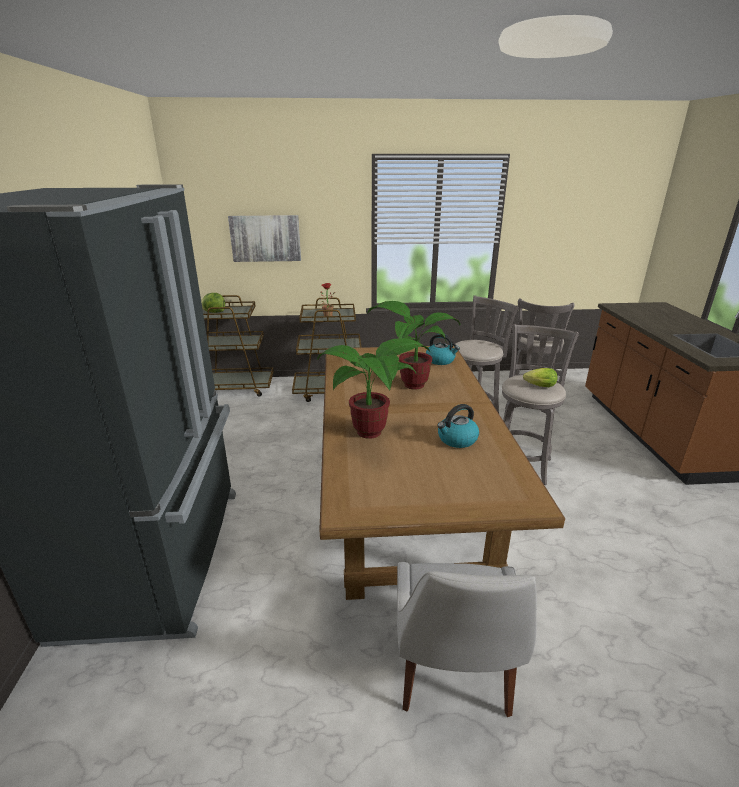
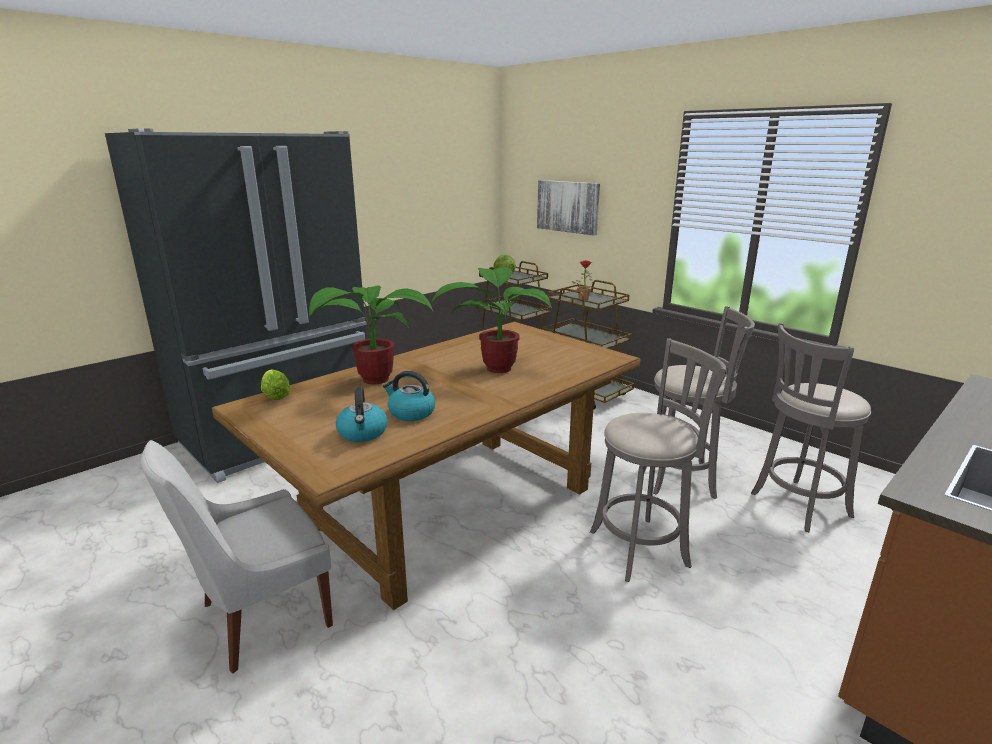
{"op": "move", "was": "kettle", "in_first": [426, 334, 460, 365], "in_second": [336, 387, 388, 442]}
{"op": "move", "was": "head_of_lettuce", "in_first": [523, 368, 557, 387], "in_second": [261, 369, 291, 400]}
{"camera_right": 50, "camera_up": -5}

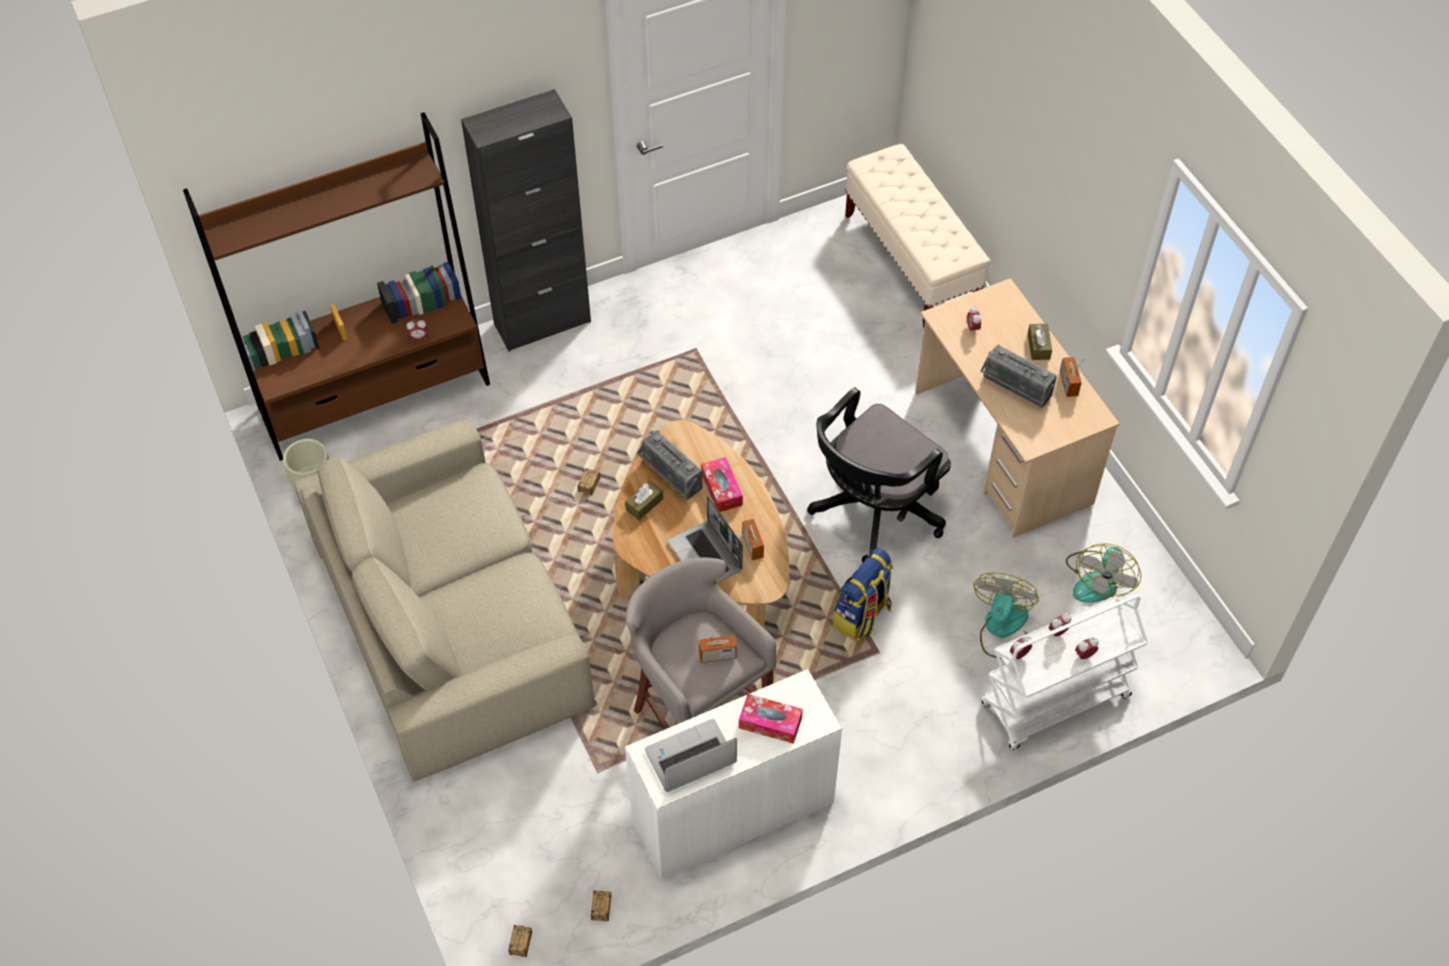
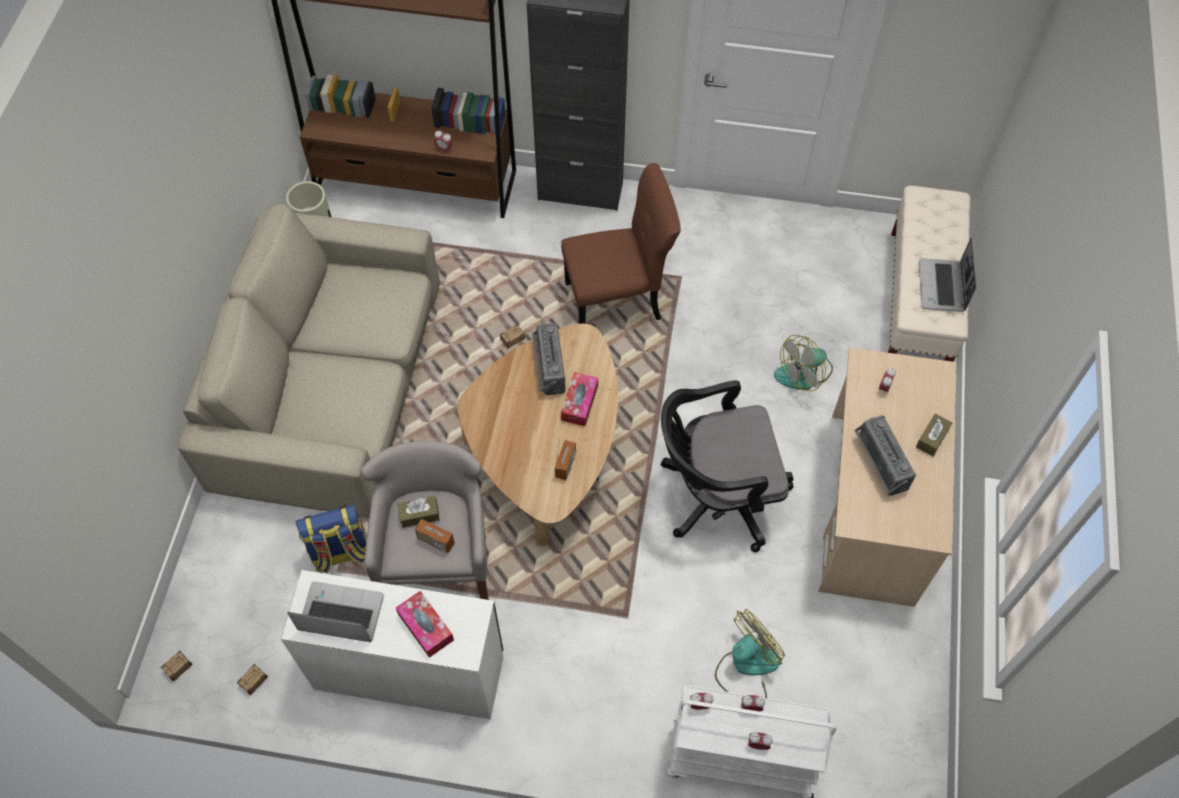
{"op": "delete", "was": "radio_receiver", "in_first": [1060, 357, 1085, 397]}
{"op": "move", "was": "brown-coloured_tissue_box", "in_first": [625, 480, 663, 520], "in_second": [398, 496, 440, 528]}
{"op": "move", "was": "notebook_computer", "in_first": [668, 496, 743, 583], "in_second": [919, 237, 976, 312]}
{"op": "move", "was": "cooling_fan", "in_first": [1066, 544, 1141, 603], "in_second": [774, 335, 833, 391]}
{"op": "move", "was": "rucksack", "in_first": [832, 548, 894, 642], "in_second": [296, 504, 367, 574]}
{"op": "insert", "now": "brown-coloured_plain_chair", "in_second": [561, 163, 681, 324]}
{"camera_right": 35, "camera_up": 5}

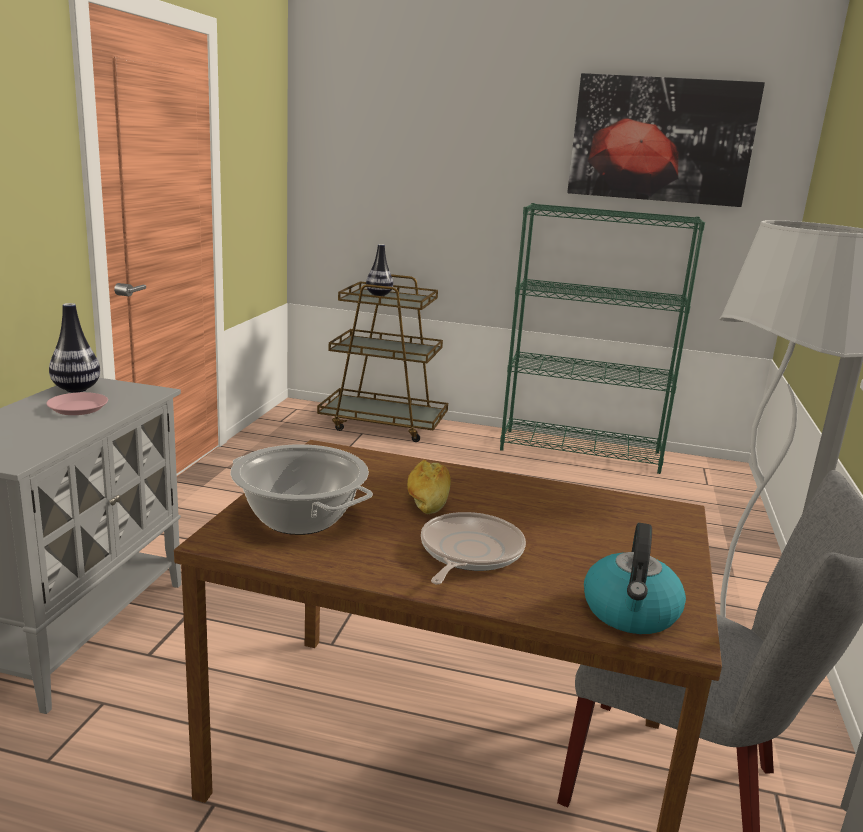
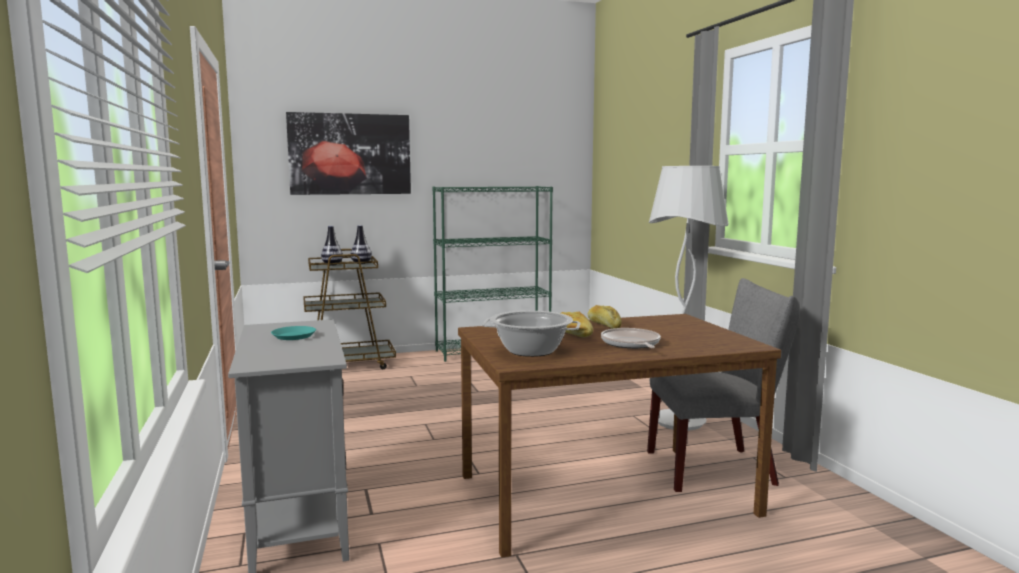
{"op": "move", "was": "wall_art", "in_first": [567, 73, 765, 207], "in_second": [286, 112, 411, 195]}
{"op": "move", "was": "vase", "in_first": [49, 303, 100, 393], "in_second": [351, 225, 372, 264]}
{"op": "recolor", "was": "pink_dinner_plate", "now": "turquoise_dinner_plate", "in_first": [46, 392, 108, 415], "in_second": [271, 326, 316, 340]}
{"op": "delete", "was": "kettle", "in_first": [584, 523, 686, 634]}
{"op": "insert", "now": "baked_bread", "in_second": [588, 305, 622, 329]}
{"camera_right": -30, "camera_up": -10}

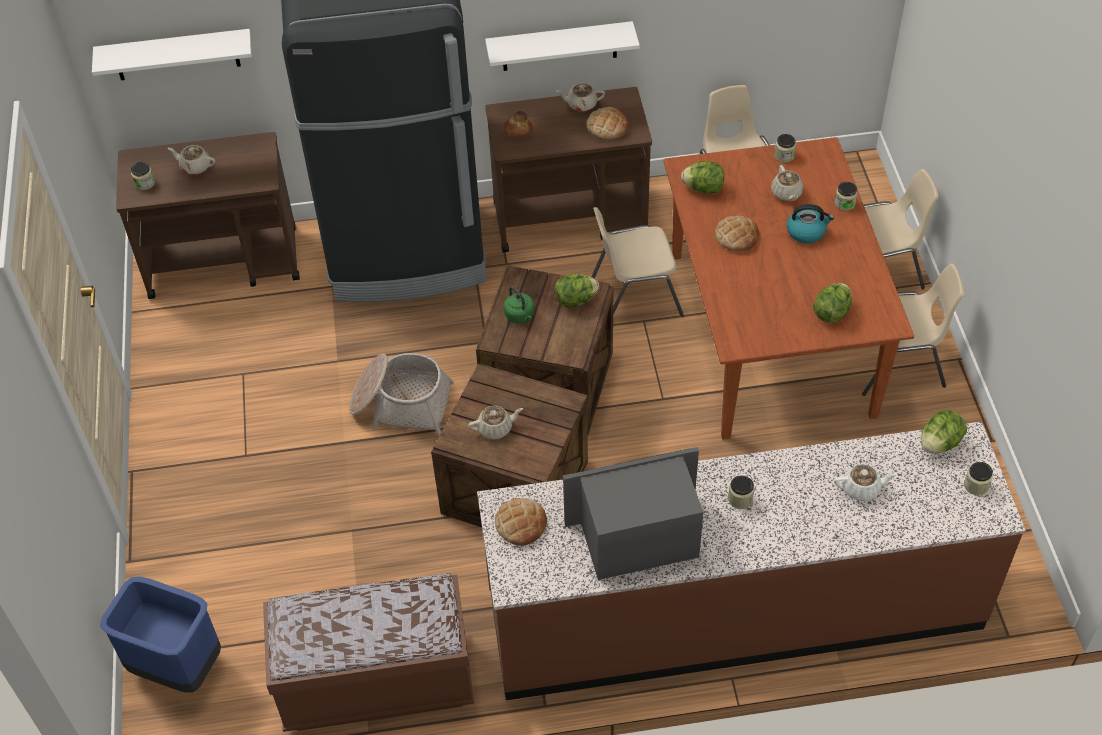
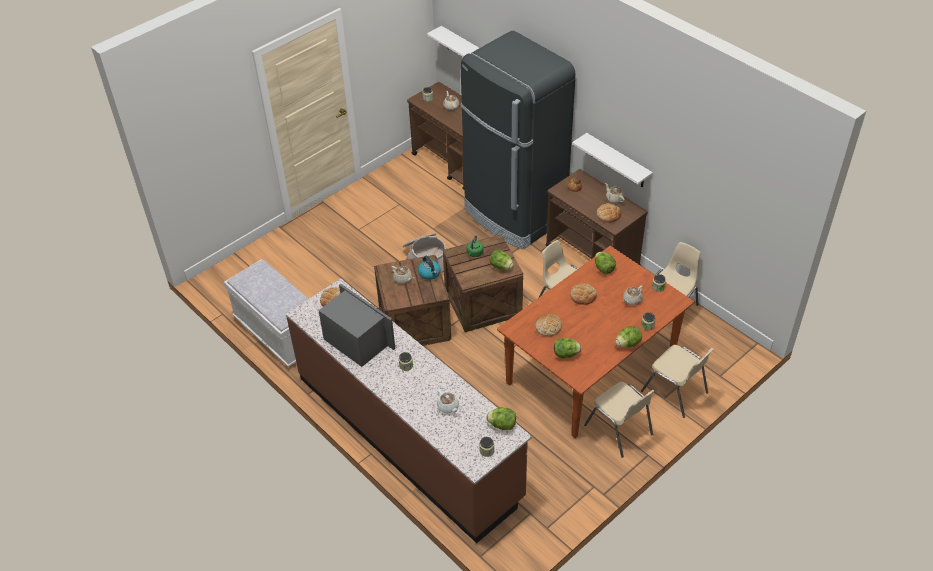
{"op": "move", "was": "kettle", "in_first": [787, 204, 834, 244], "in_second": [418, 256, 440, 280]}
{"op": "recolor", "was": "brown-coloured_long_seat", "now": "white_long_seat", "in_first": [263, 573, 474, 732], "in_second": [224, 259, 308, 367]}
{"op": "delete", "was": "blue-coloured_waste_bin", "in_first": [100, 577, 221, 693]}
{"op": "insert", "now": "baked_bread", "in_second": [535, 313, 562, 336]}
{"op": "insert", "now": "head_of_lettuce", "in_second": [615, 326, 642, 348]}
{"camera_right": 55, "camera_up": -5}

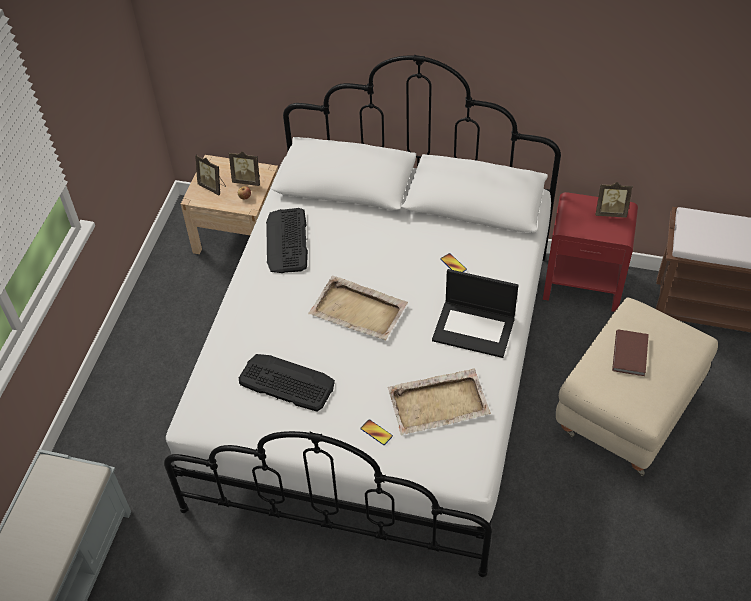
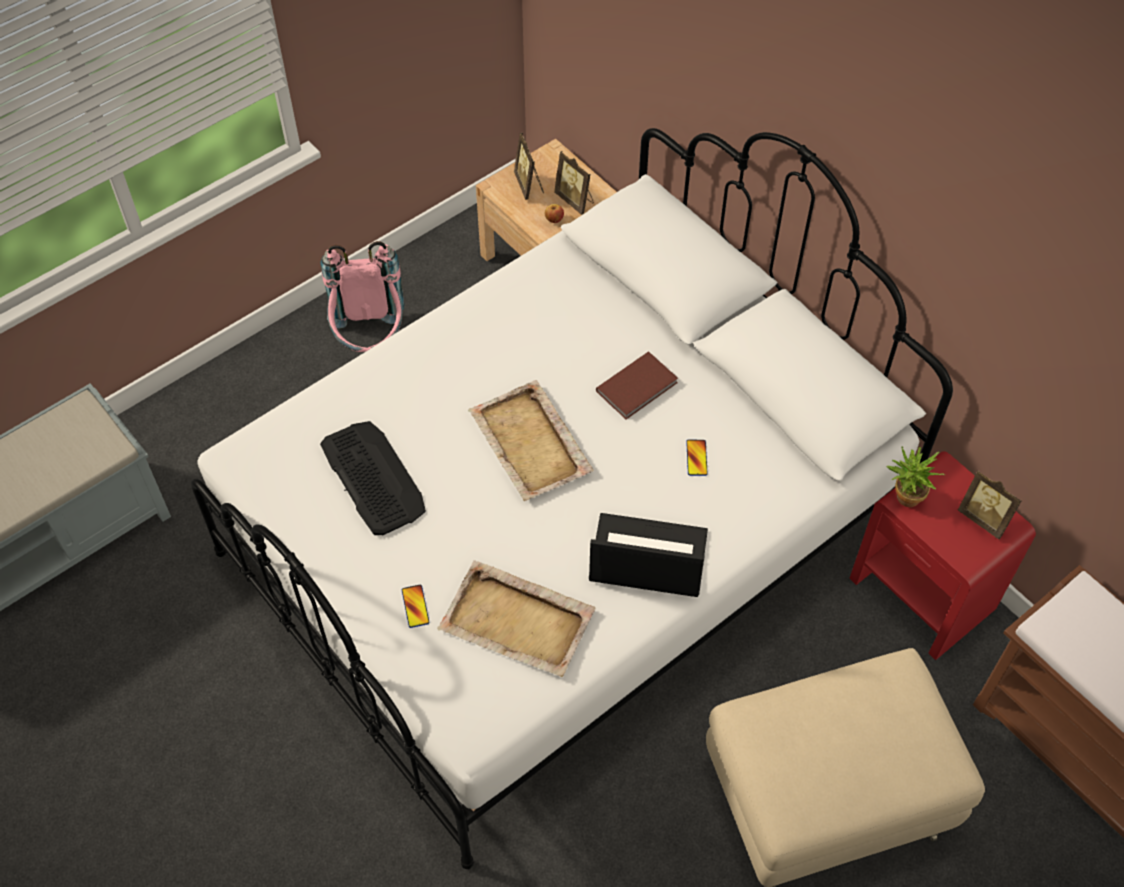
{"op": "delete", "was": "keyboard", "in_first": [266, 208, 308, 273]}
{"op": "rotate", "was": "notebook_computer", "in_first": [432, 269, 518, 358], "in_second": [589, 513, 708, 597], "clockwise": 135}
{"op": "move", "was": "brown-coloured_volume", "in_first": [612, 329, 649, 376], "in_second": [596, 352, 678, 420]}
{"op": "insert", "now": "pink_rucksack", "in_second": [320, 241, 405, 352]}
{"op": "insert", "now": "houseplant", "in_second": [886, 446, 945, 507]}
{"camera_right": 35, "camera_up": 5}

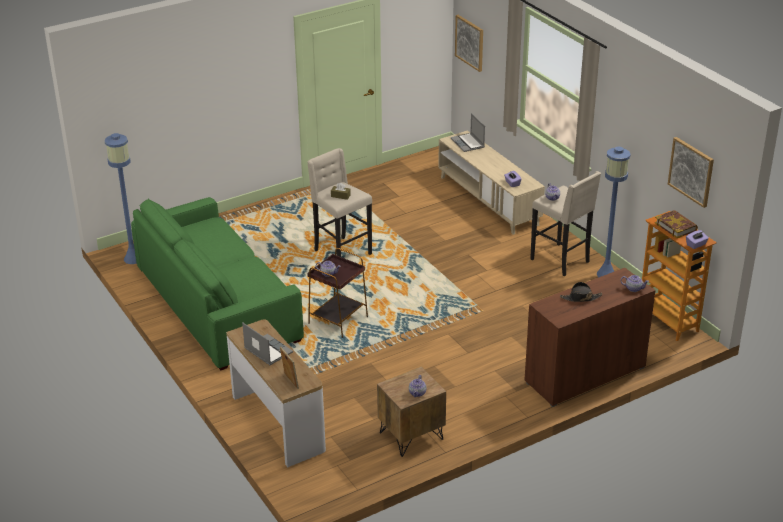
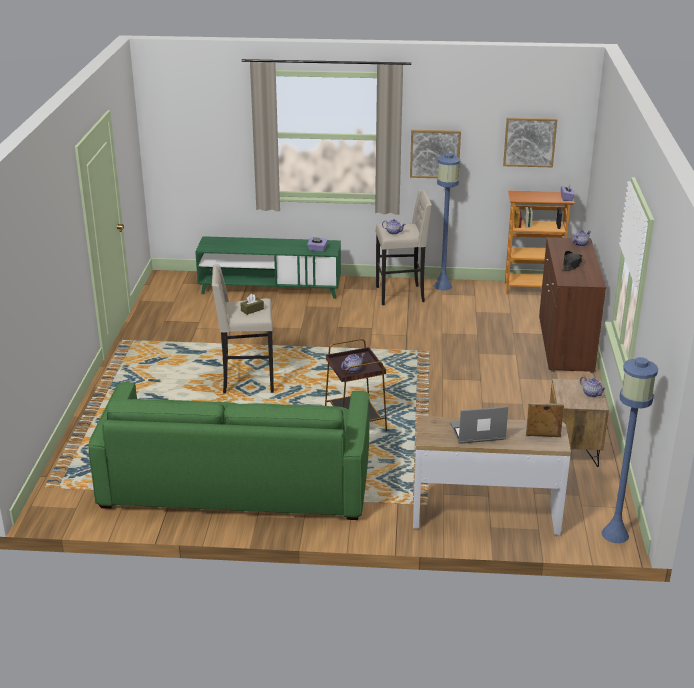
{"op": "move", "was": "wall_art", "in_first": [455, 15, 483, 72], "in_second": [410, 130, 461, 178]}
{"op": "delete", "was": "notebook_computer", "in_first": [451, 113, 485, 152]}
{"op": "recolor", "was": "beige_tv_stand", "now": "greenish_tv_stand", "in_first": [438, 130, 545, 235], "in_second": [195, 236, 341, 299]}
{"op": "move", "was": "blue-coloured_standard_lamp", "in_first": [105, 133, 137, 264], "in_second": [602, 357, 658, 543]}
{"op": "delete", "was": "volume", "in_first": [655, 210, 698, 238]}
{"camera_right": -55, "camera_up": -5}

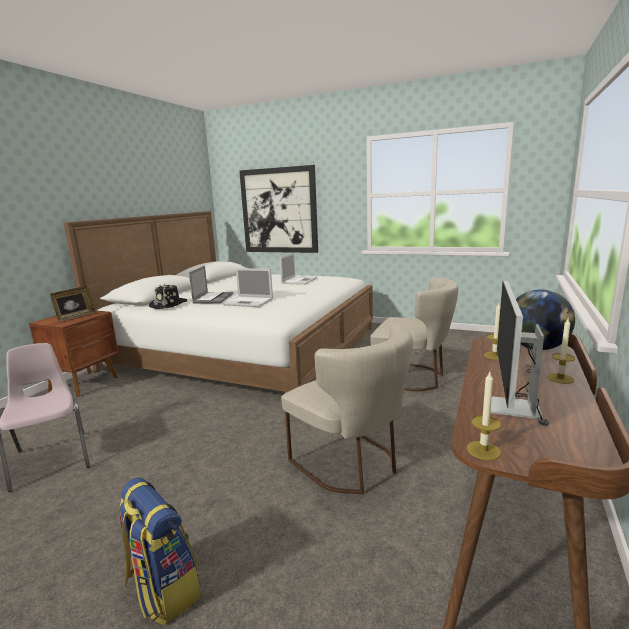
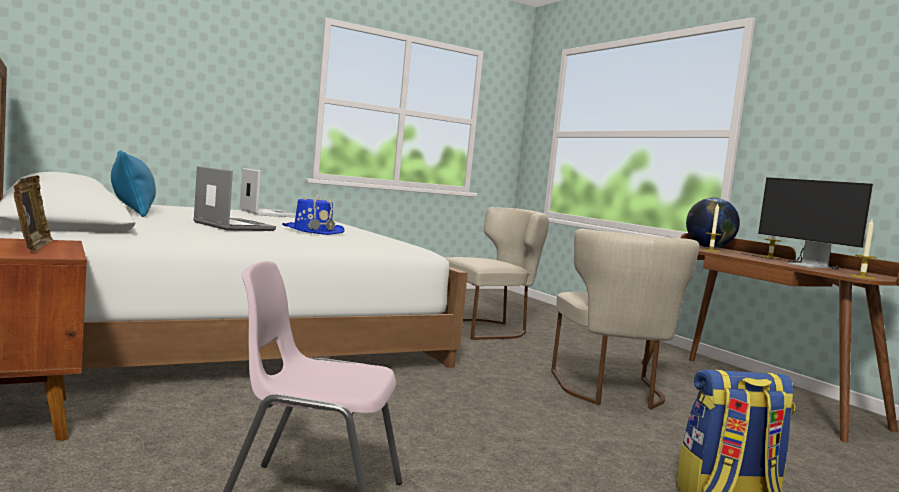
{"op": "delete", "was": "wall_art", "in_first": [239, 165, 318, 253]}
{"op": "replace", "was": "notebook_computer", "now": "blue-coloured_hat", "in_first": [223, 268, 273, 307], "in_second": [282, 195, 344, 235]}
{"op": "delete", "was": "blackish_hat", "in_first": [149, 283, 187, 309]}
{"op": "rotate", "was": "beige_plain_chair", "in_first": [281, 325, 413, 494], "in_second": [551, 229, 700, 409], "clockwise": 90}
{"op": "insert", "now": "blue-coloured_throw_pillow", "in_second": [111, 150, 156, 217]}
{"camera_right": -55, "camera_up": -10}

